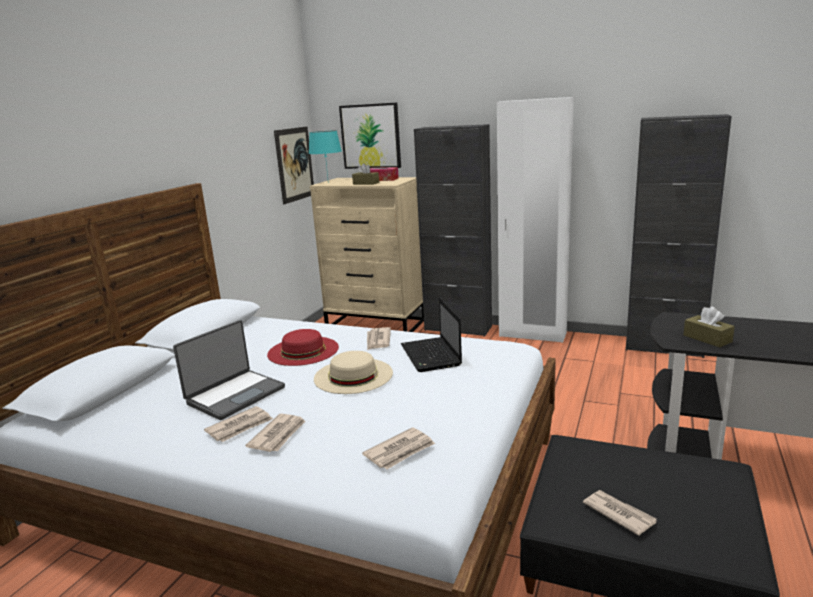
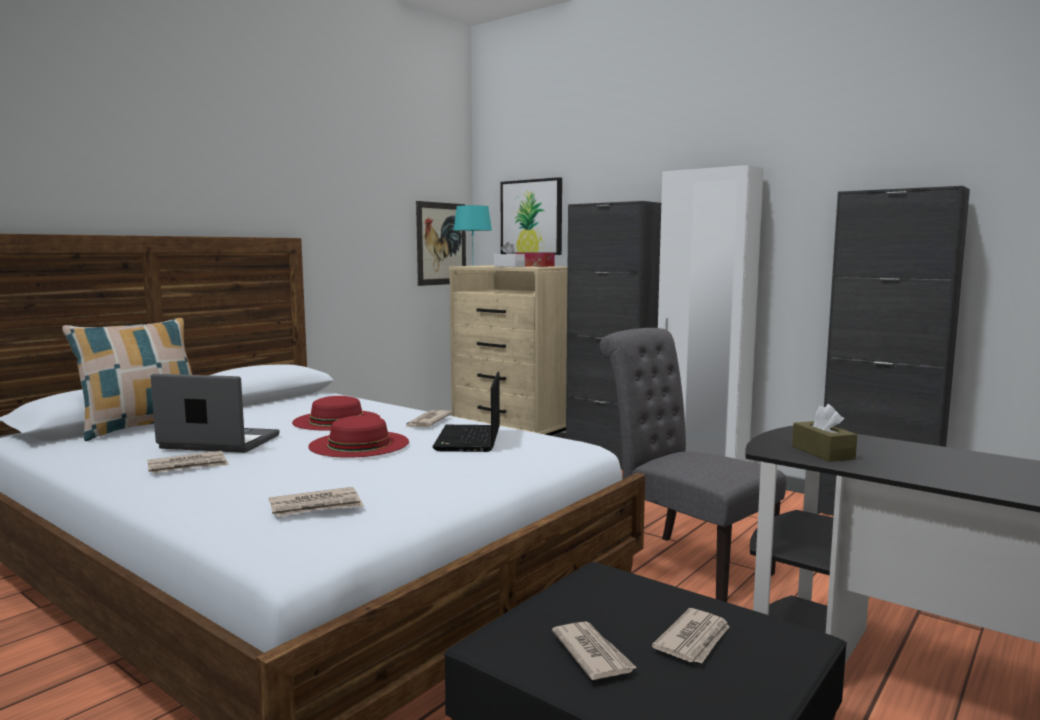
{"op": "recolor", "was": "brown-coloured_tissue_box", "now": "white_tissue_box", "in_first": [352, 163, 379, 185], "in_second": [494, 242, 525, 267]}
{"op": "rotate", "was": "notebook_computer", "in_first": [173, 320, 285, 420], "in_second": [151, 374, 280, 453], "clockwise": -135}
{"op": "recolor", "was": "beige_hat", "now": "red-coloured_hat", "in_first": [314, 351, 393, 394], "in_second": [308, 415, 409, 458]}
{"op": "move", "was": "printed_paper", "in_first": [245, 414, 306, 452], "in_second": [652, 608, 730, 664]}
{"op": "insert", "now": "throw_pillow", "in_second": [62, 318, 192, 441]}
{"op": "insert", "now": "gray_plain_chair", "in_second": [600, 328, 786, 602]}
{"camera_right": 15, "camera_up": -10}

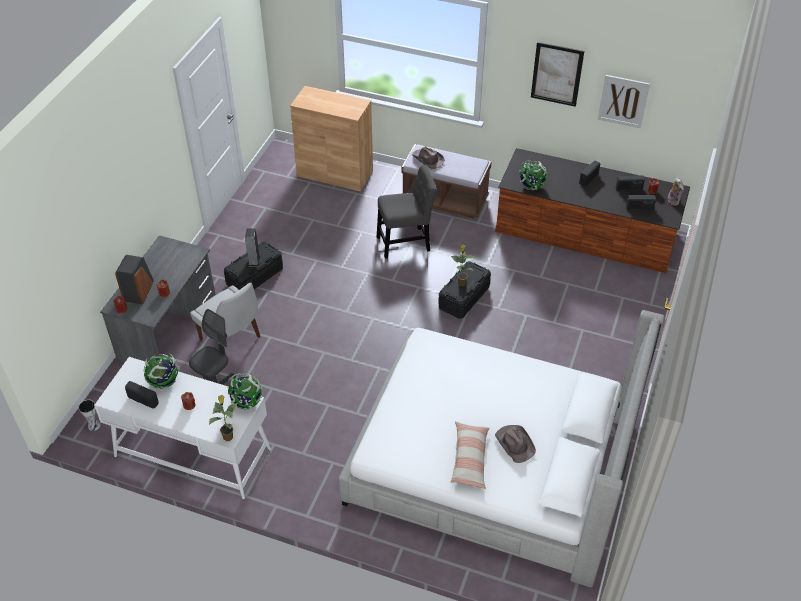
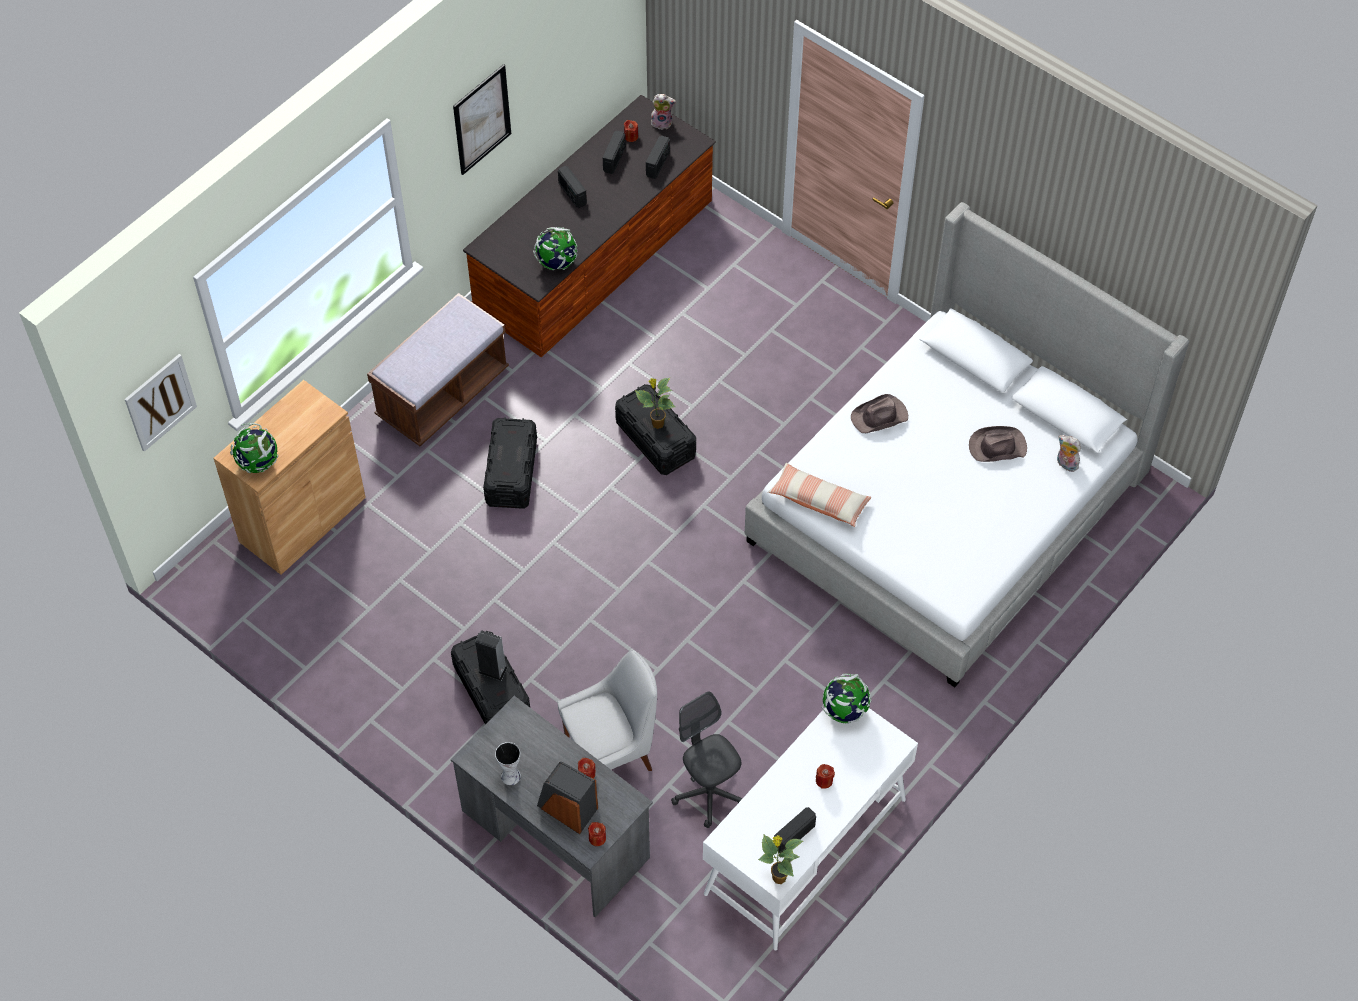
{"op": "move", "was": "wall_art", "in_first": [598, 75, 650, 128], "in_second": [125, 354, 197, 452]}
{"op": "move", "was": "brown-coloured_hat", "in_first": [412, 146, 445, 169], "in_second": [851, 394, 908, 433]}
{"op": "replace", "was": "gray_plain_chair", "now": "blackish_storage_container", "in_first": [377, 165, 437, 259], "in_second": [483, 417, 537, 509]}
{"op": "move", "was": "globe", "in_first": [143, 353, 180, 390], "in_second": [230, 423, 279, 473]}
{"op": "move", "was": "houseplant", "in_first": [209, 395, 238, 441], "in_second": [758, 835, 803, 884]}
{"op": "move", "was": "vase", "in_first": [78, 400, 101, 431], "in_second": [495, 742, 521, 785]}
{"op": "move", "was": "throw_pillow", "in_first": [450, 421, 489, 489], "in_second": [768, 463, 871, 527]}
{"op": "insert", "now": "plush_toy", "in_second": [1057, 435, 1081, 472]}
{"camera_right": -70, "camera_up": 10}

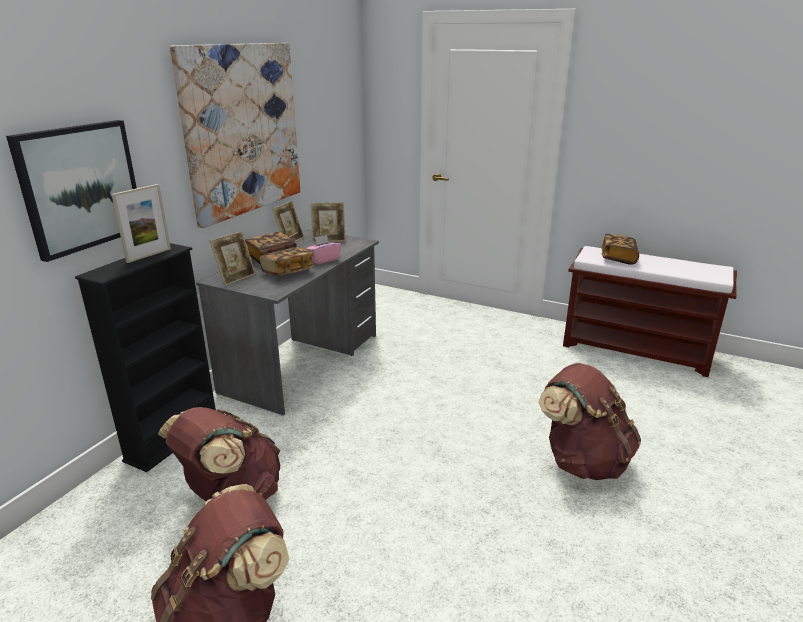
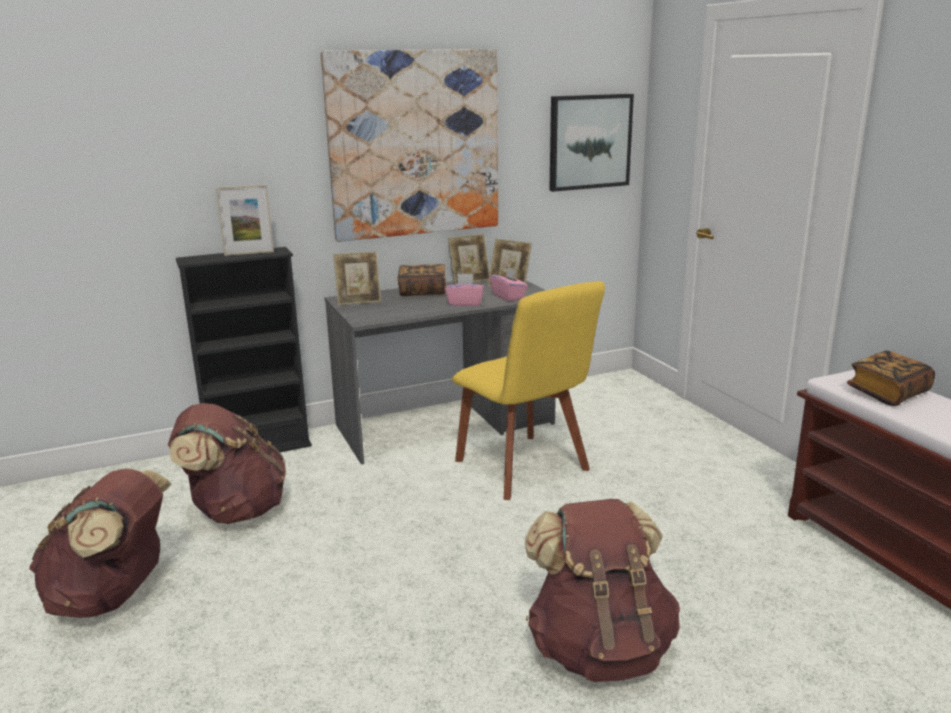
{"op": "move", "was": "wall_art", "in_first": [6, 120, 137, 262], "in_second": [549, 94, 634, 192]}
{"op": "delete", "was": "volume", "in_first": [260, 247, 315, 276]}
{"op": "insert", "now": "pink_tissue_box", "in_second": [490, 267, 528, 301]}
{"op": "insert", "now": "yellowish_plain_chair", "in_second": [452, 281, 605, 500]}
{"camera_right": 40, "camera_up": -5}

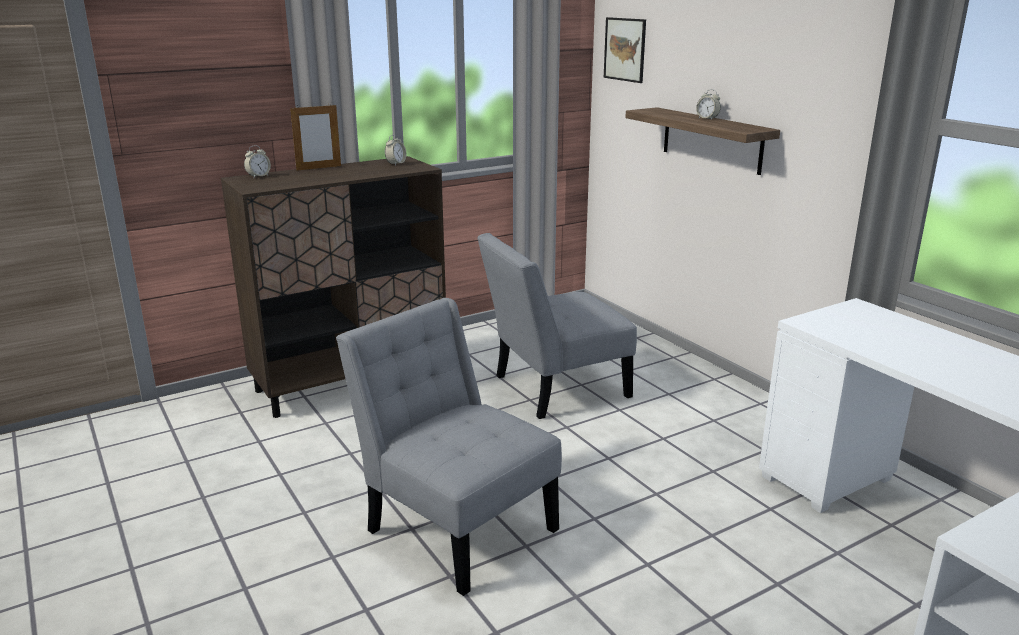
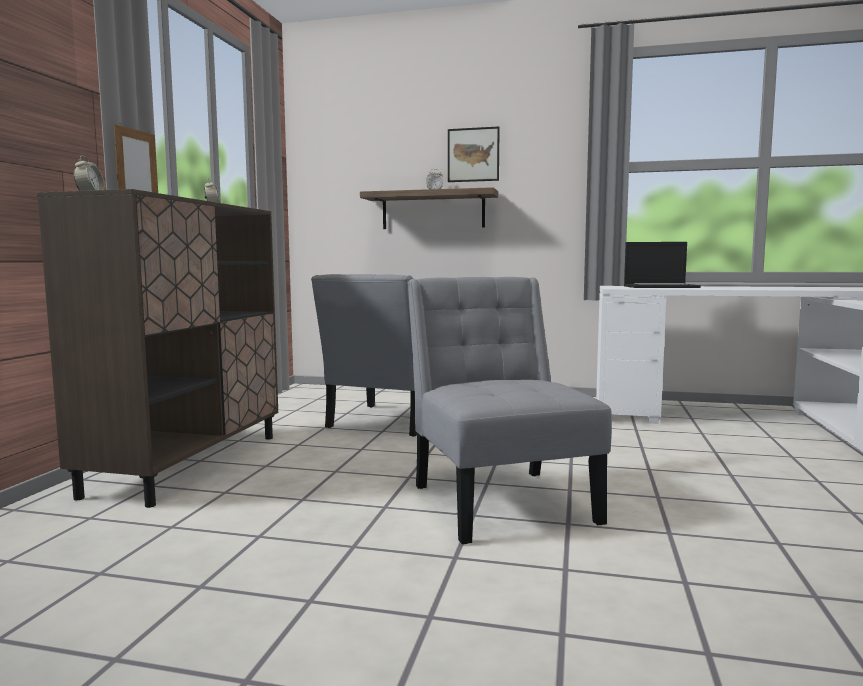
{"op": "move", "was": "wall_art", "in_first": [604, 17, 646, 83], "in_second": [448, 126, 500, 182]}
{"op": "rotate", "was": "gray_plain_chair", "in_first": [336, 298, 562, 596], "in_second": [408, 277, 612, 544], "clockwise": 75}
{"op": "insert", "now": "notebook_computer", "in_second": [624, 242, 701, 288]}
{"camera_right": -45, "camera_up": -15}

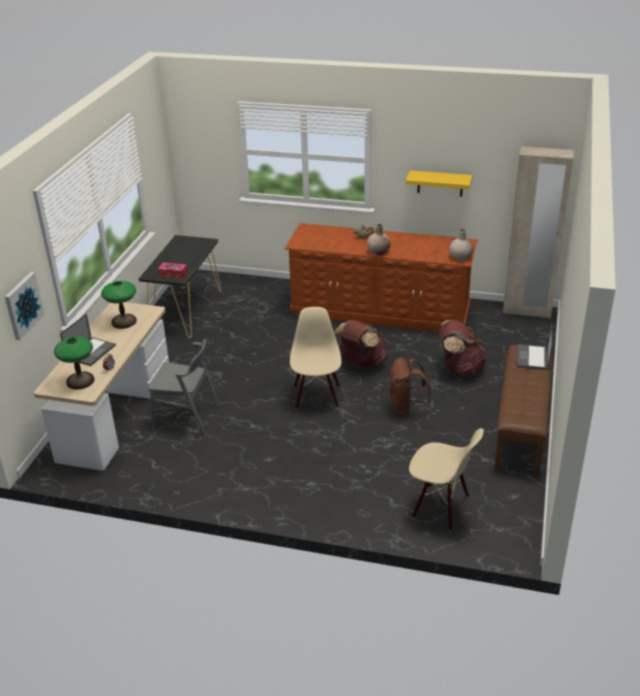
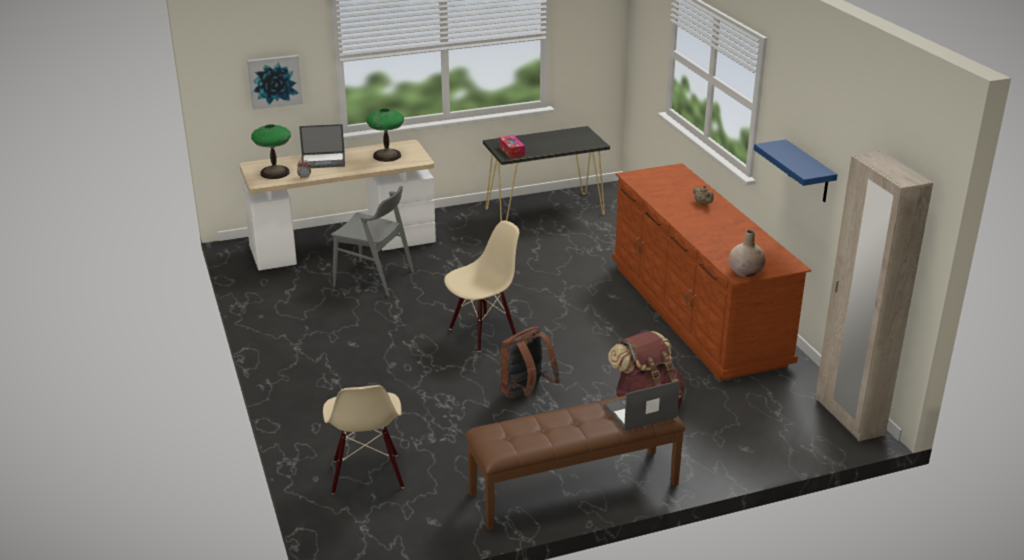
{"op": "recolor", "was": "yellowish_shelf", "now": "blue-coloured_shelf", "in_first": [405, 170, 472, 196], "in_second": [754, 139, 837, 202]}
{"op": "delete", "was": "beige_vase", "in_first": [367, 224, 391, 255]}
{"op": "delete", "was": "brown-coloured_rucksack", "in_first": [334, 320, 388, 368]}
{"op": "rotate", "was": "gray_plain_chair", "in_first": [147, 339, 219, 435], "in_second": [331, 186, 414, 297], "clockwise": -45}
{"camera_right": 55, "camera_up": -5}

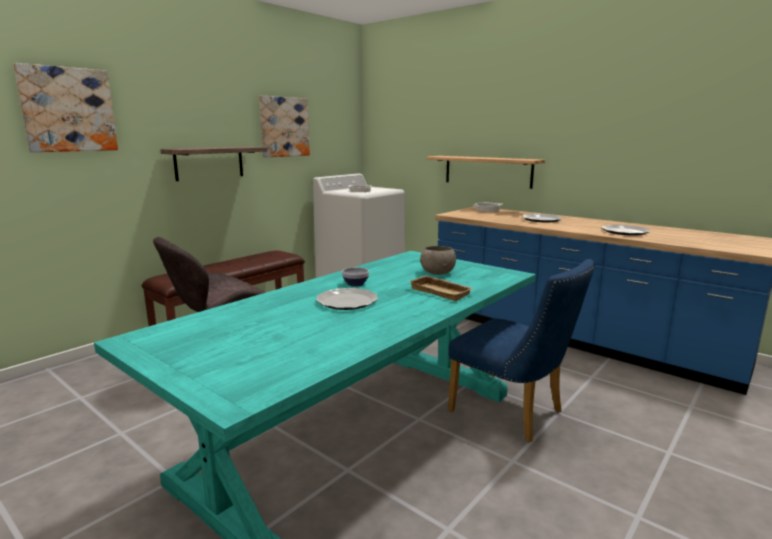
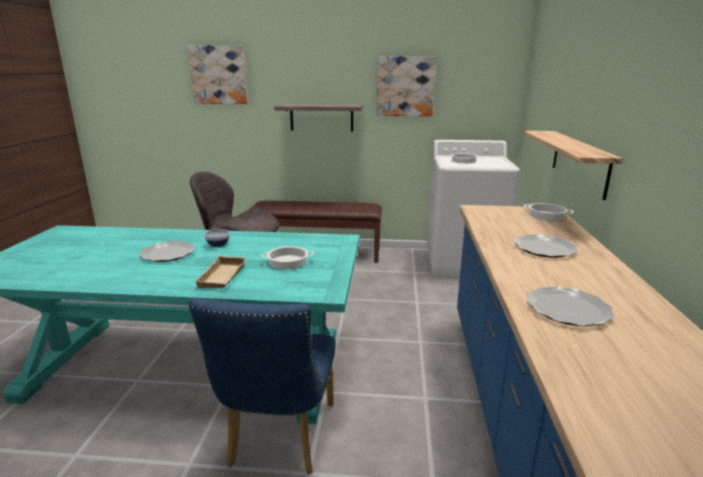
{"op": "replace", "was": "gray_bowl", "now": "stockpot", "in_first": [420, 246, 456, 275], "in_second": [261, 246, 314, 269]}
{"camera_right": 55, "camera_up": 5}

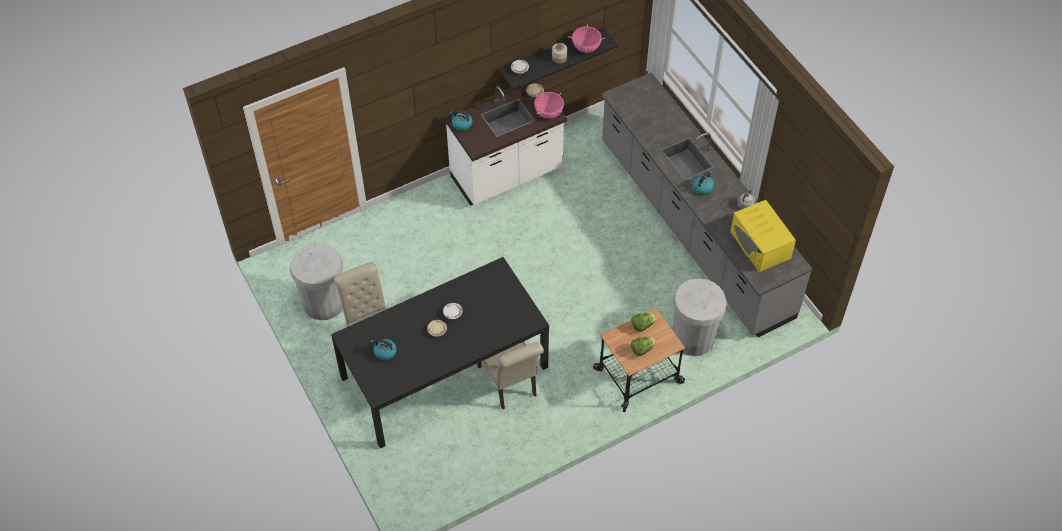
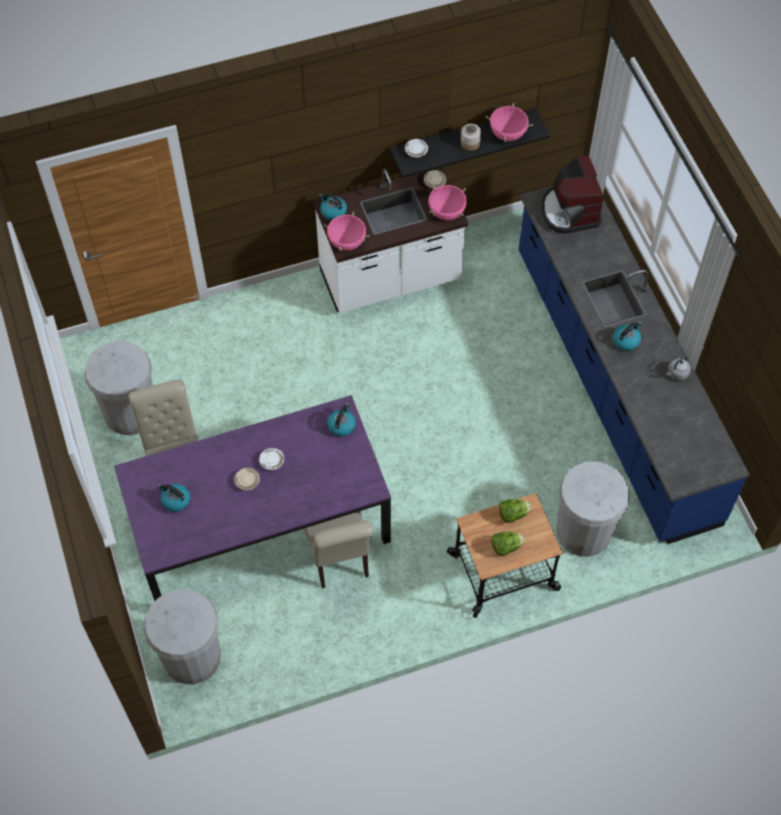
{"op": "recolor", "was": "gray_kitchen_base_unit", "now": "blue-coloured_kitchen_base_unit", "in_first": [601, 73, 813, 337], "in_second": [519, 185, 750, 544]}
{"op": "delete", "was": "yellowish_kitchen_microwave", "in_first": [730, 200, 796, 272]}
{"op": "recolor", "was": "blackish_kitchen_table", "now": "purple_kitchen_table", "in_first": [331, 257, 549, 449], "in_second": [114, 395, 391, 601]}
{"op": "insert", "now": "coffee_machine", "in_second": [541, 155, 604, 234]}
{"op": "insert", "now": "pink_stockpot", "in_second": [323, 212, 369, 251]}
{"op": "insert", "now": "kettle", "in_second": [327, 403, 356, 437]}
{"op": "insert", "now": "white_waste_bin", "in_second": [144, 589, 221, 684]}
{"camera_right": 10, "camera_up": 5}

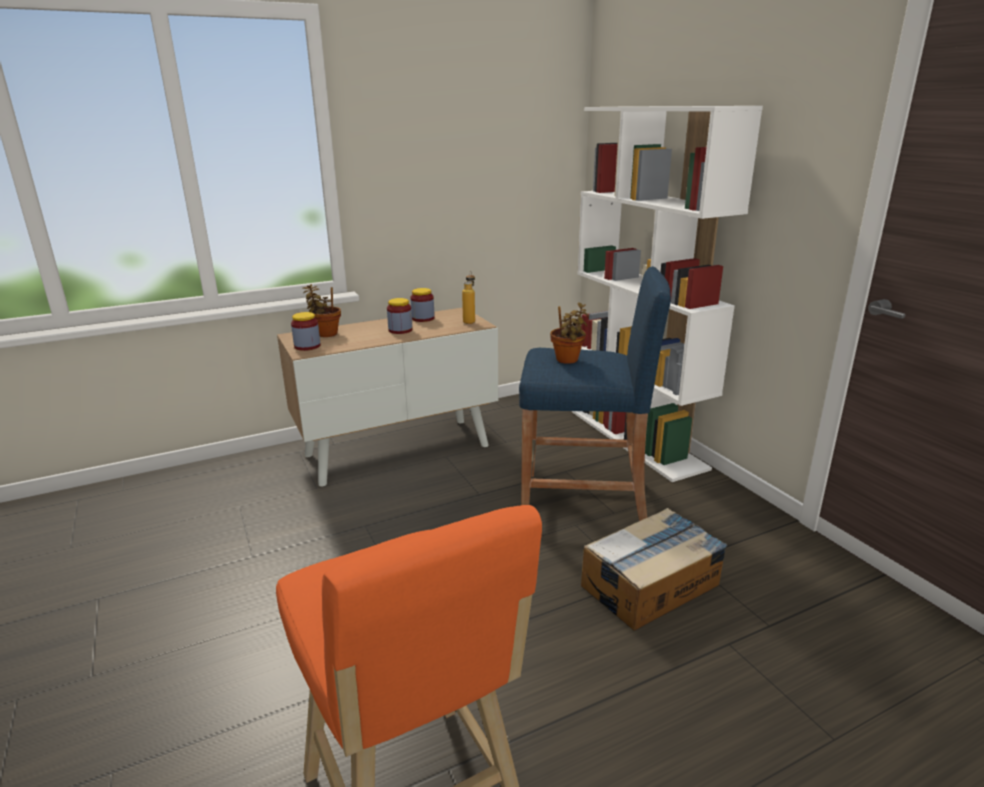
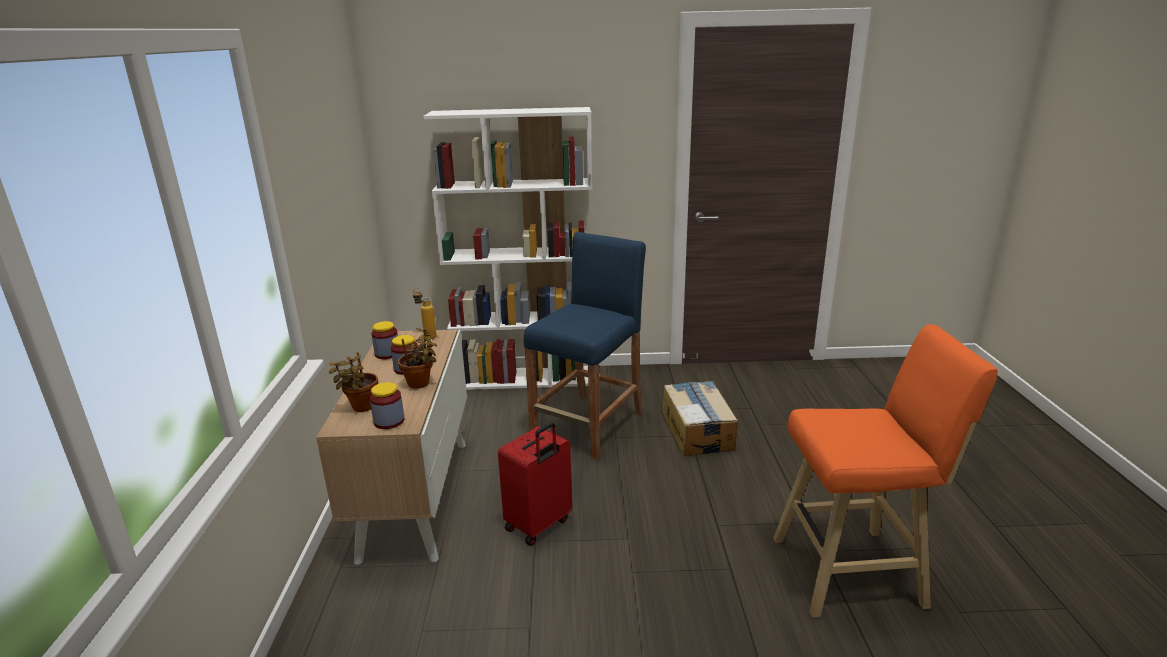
{"op": "move", "was": "houseplant", "in_first": [550, 303, 589, 364], "in_second": [398, 327, 437, 389]}
{"op": "insert", "now": "red-coloured_piece_of_luggage", "in_second": [498, 422, 572, 546]}
{"camera_right": -65, "camera_up": 0}

